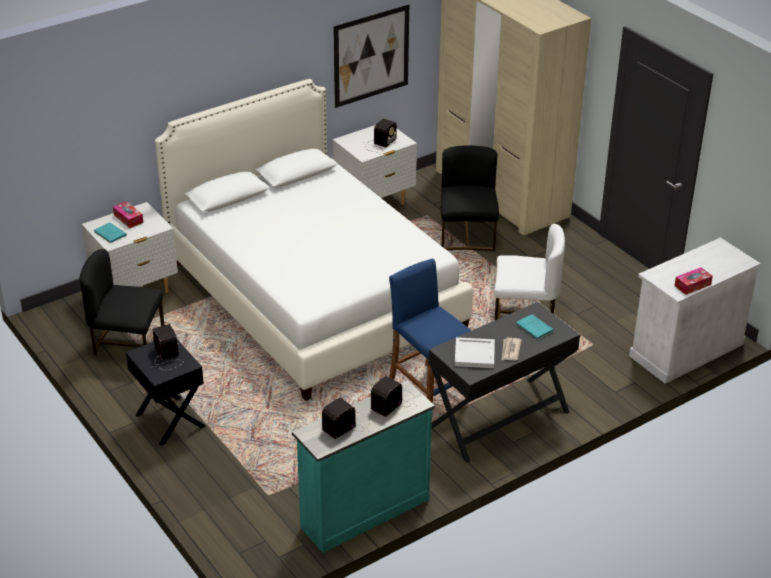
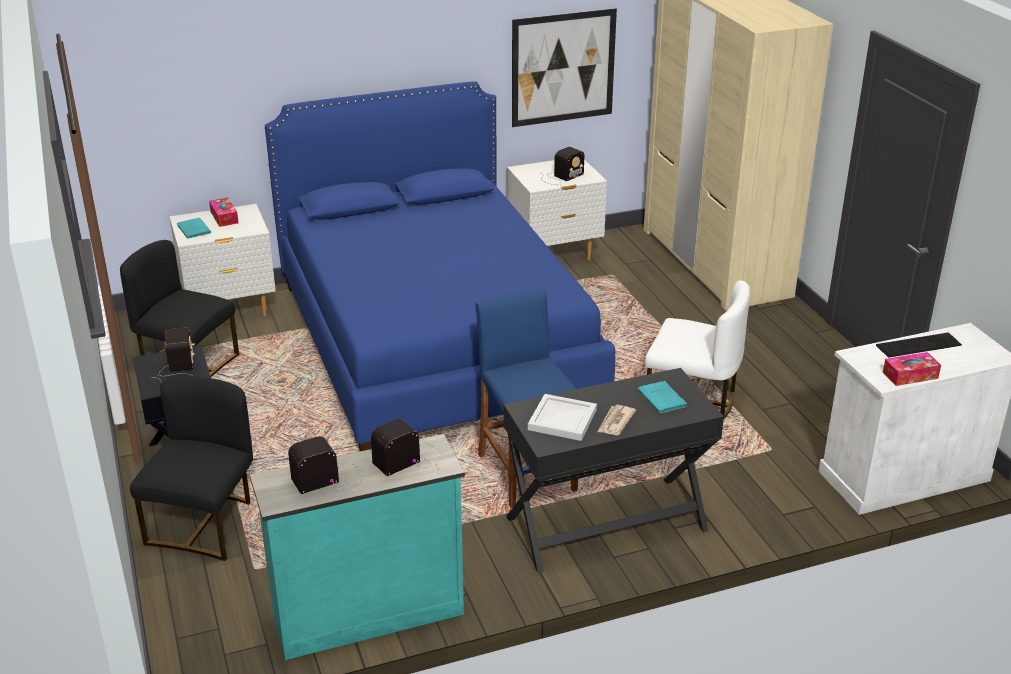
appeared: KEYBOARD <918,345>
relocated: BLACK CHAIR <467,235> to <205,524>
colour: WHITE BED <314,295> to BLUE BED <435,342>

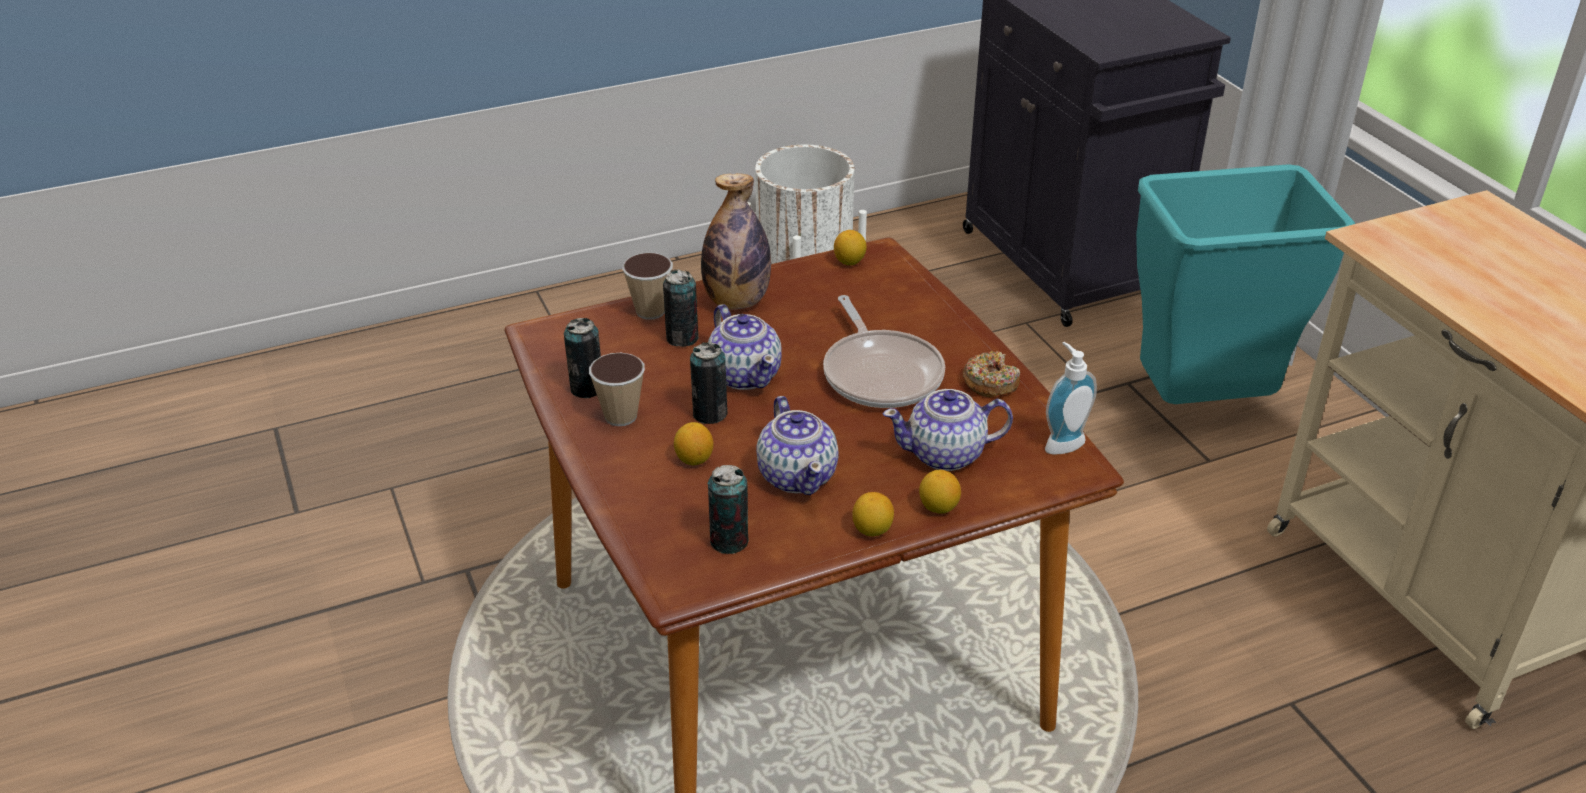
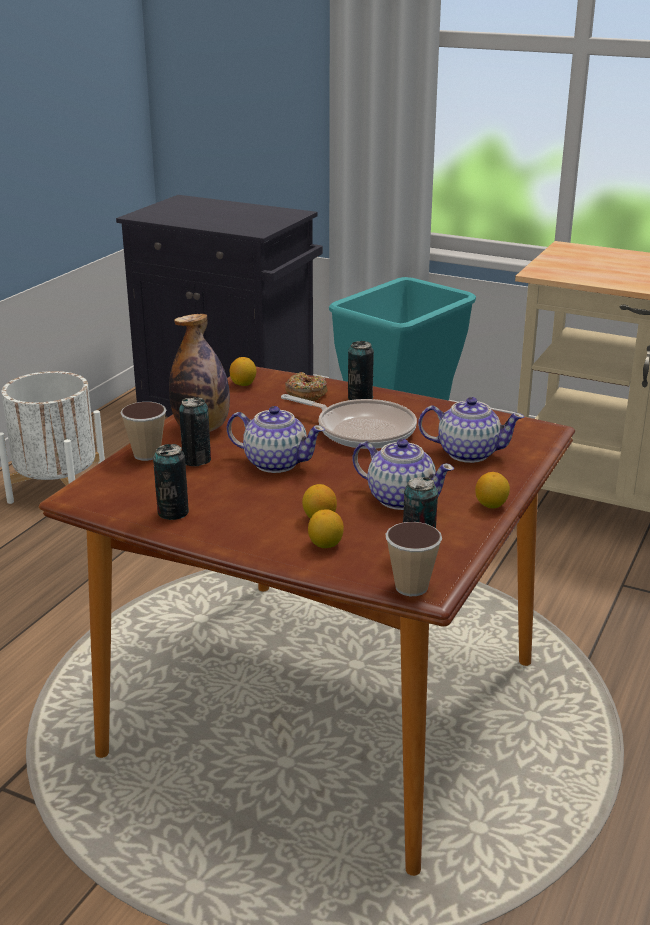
missing: SOAP DISPENSER <1061,442>
relocated: CUP <621,416> to <411,587>; CAN <710,414> to <360,398>; LEMON <938,507> to <325,545>; DONUT <990,382> to <306,394>
spun: TEAPOT <946,454> = <467,453> 120 degrees counterclockwise

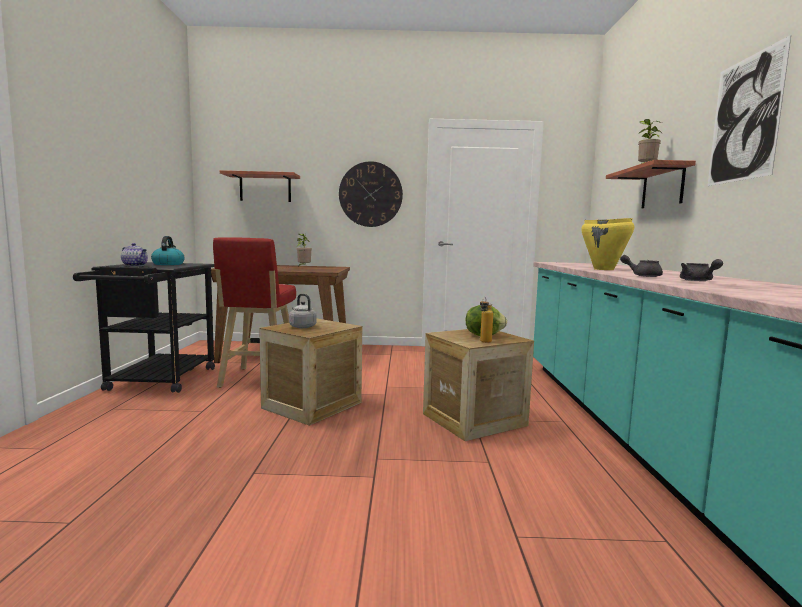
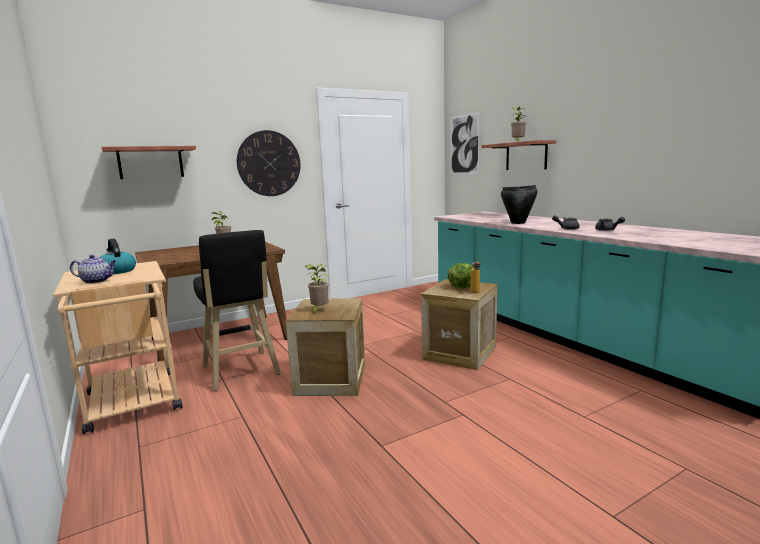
relocated: PICTURE <744,119> to <464,144>
exchanged: GREY KETTLE <301,326> to POTTED PLANT <319,310>
colour: BLACK CART <158,382> to BEIGE CART <134,405>; RED STOOL <258,380> to BLACK STOOL <241,372>; YELLOW COOKING POT <604,269> to BLACK COOKING POT <518,223>

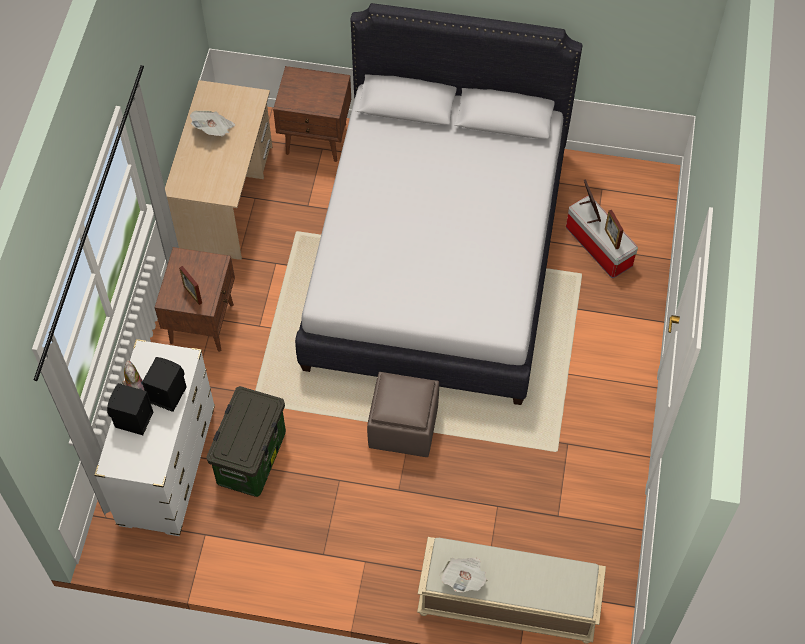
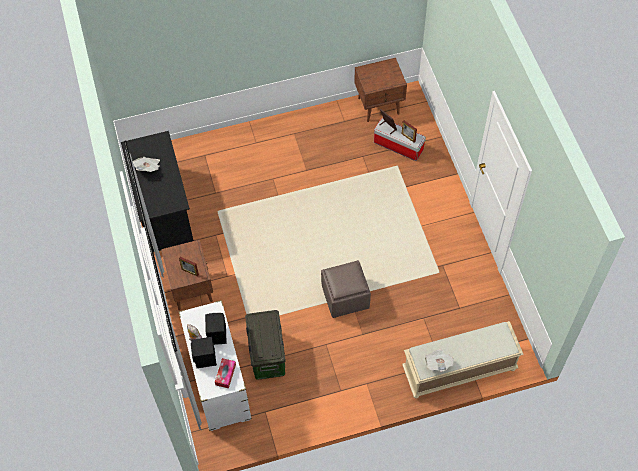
missing: WHITE BED <436,257>
appeared: TISSUE BOX <225,375>
relocated: BROWN NIGHTSTAND <317,139> to <379,106>
colour: BEIGE DESK <226,197> to BLACK DESK <162,208>

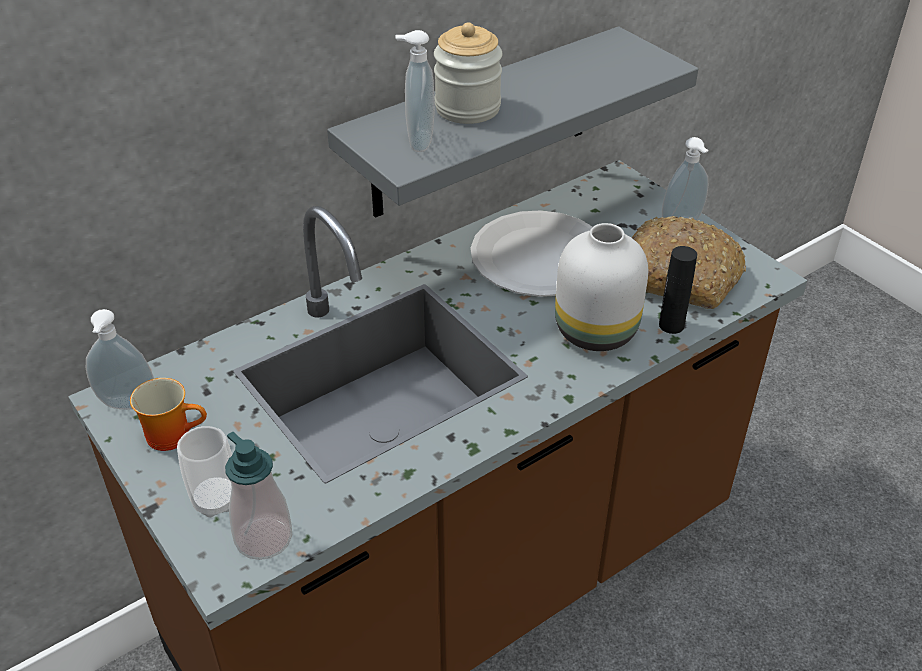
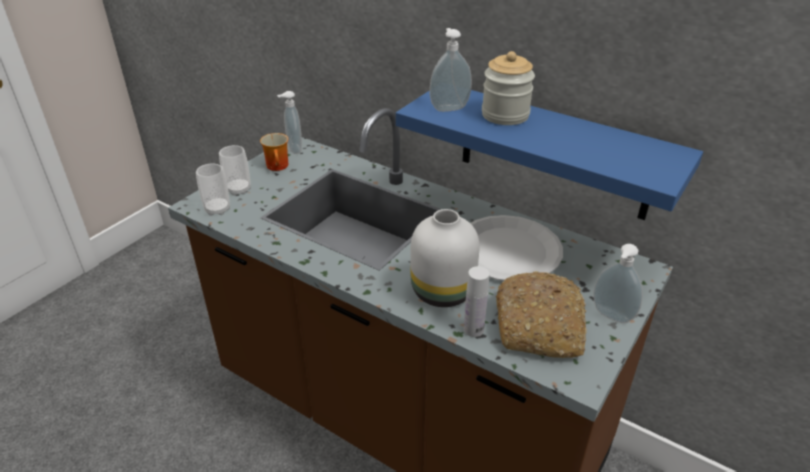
exchanged: SOAP DISPENSER <263,538> to CUP <217,209>
colour: GREY SHELF <483,124> to BLUE SHELF <554,151>; BLACK BOTTLE <671,325> to WHITE BOTTLE <473,329>

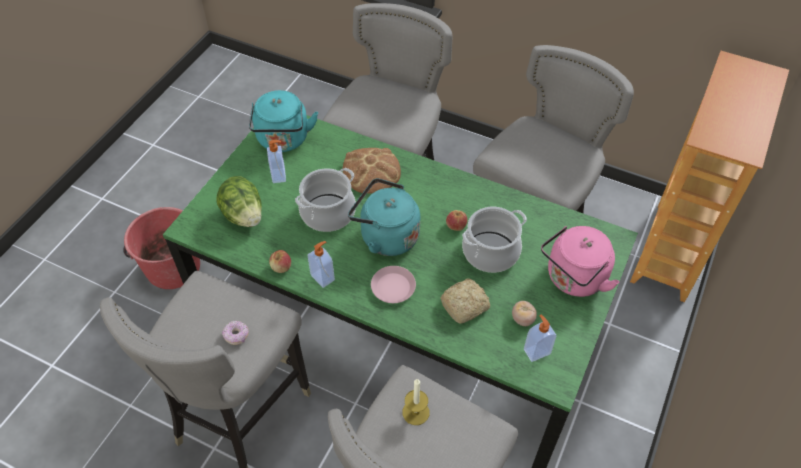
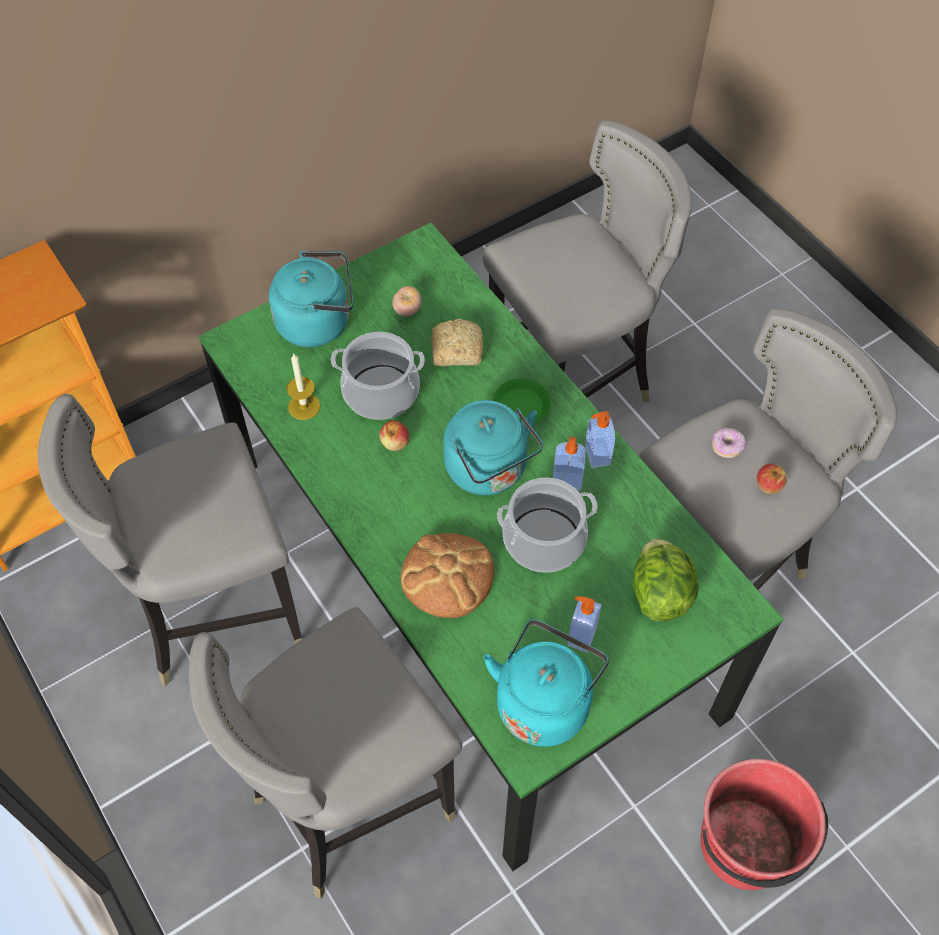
relocated: APPLE <281,267> to <768,485>; CANDLE <415,412> to <304,406>; SOAP DISPENSER <536,351> to <567,482>
colour: PINK PLATE <393,287> to GREEN PLATE <521,406>; PINK KETTLE <573,279> to TURQUOISE KETTLE <318,322>

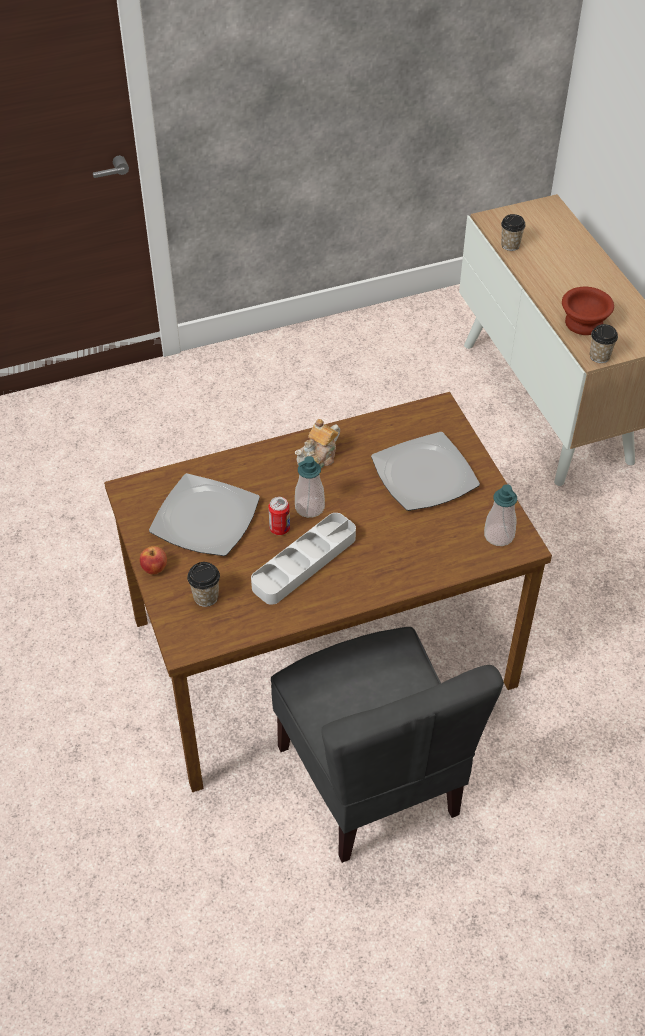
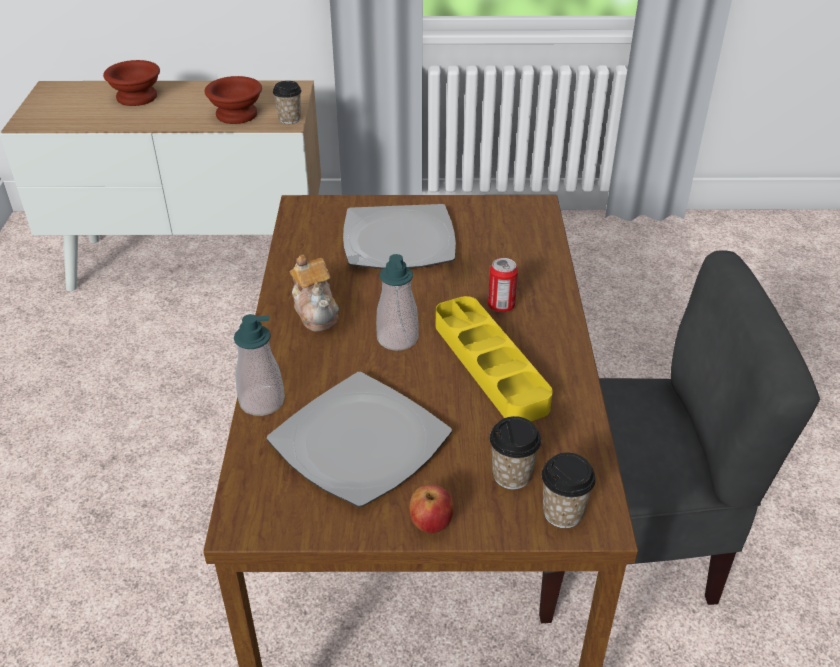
appeared: BROWN BOWL <137,98>
relocated: CAN <279,528> to <501,306>; SOAP DISPENSER <498,535> to <262,402>; CUP <510,245> to <562,513>
colour: GREY TRAY <304,562> to YELLOW TRAY <489,365>

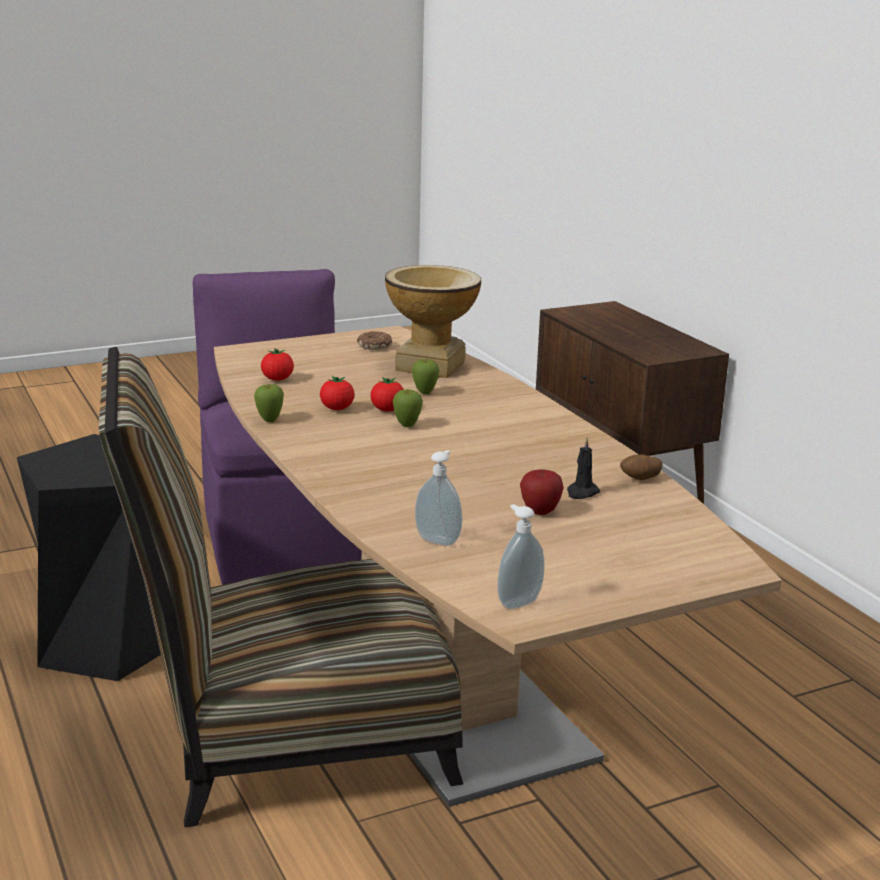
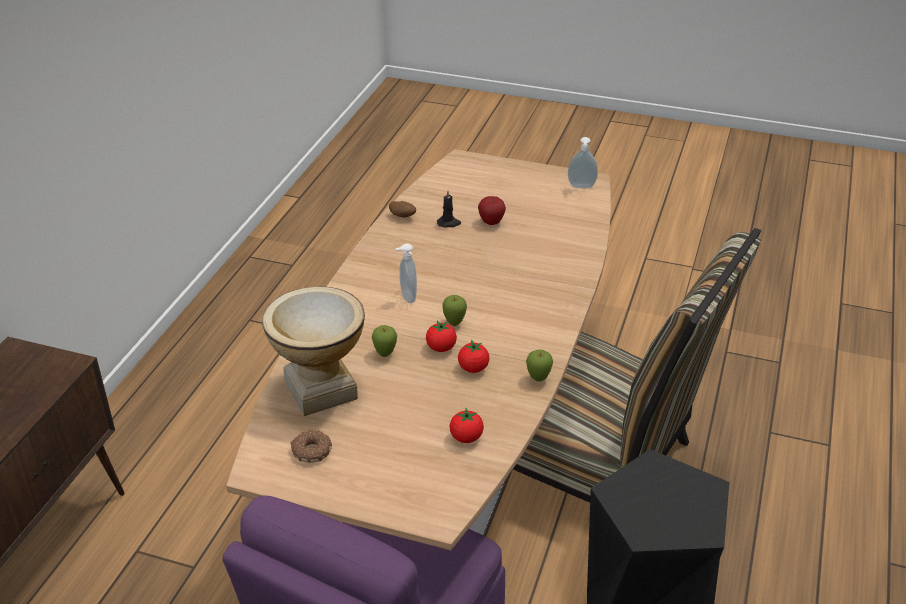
relocated: SOAP DISPENSER <439,540> to <407,297>

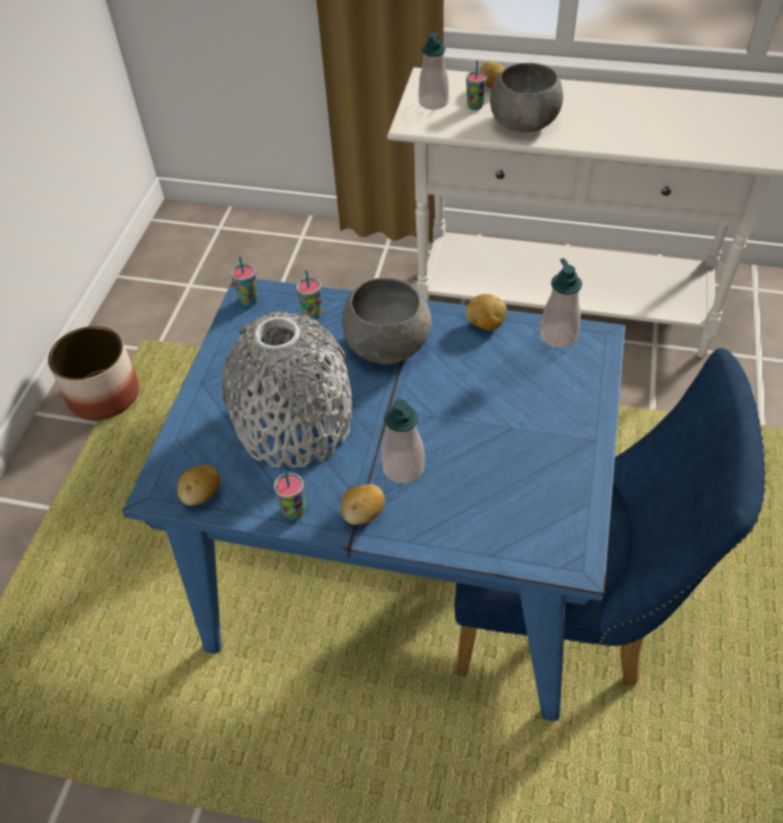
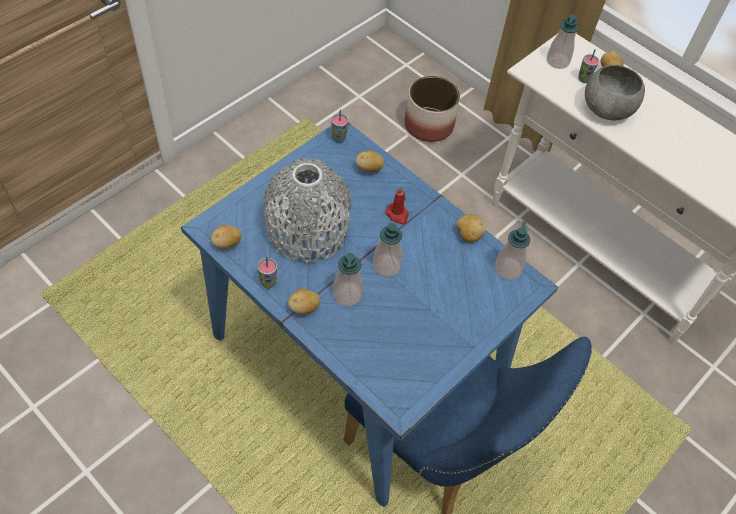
appeared: SOAP DISPENSER <386,266>
relocated: PLANTER <105,394> to <429,125>
exchanged: CUP <312,314> to POTATO <369,169>; GREY BOWL <387,346> to RED CANDLE <397,214>

